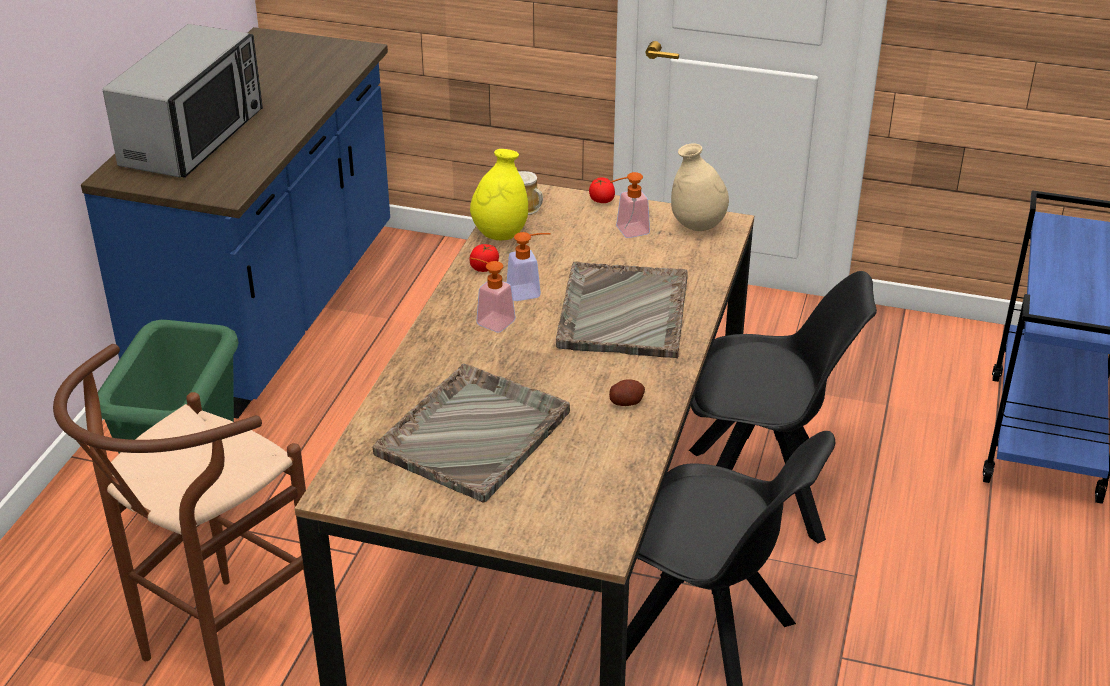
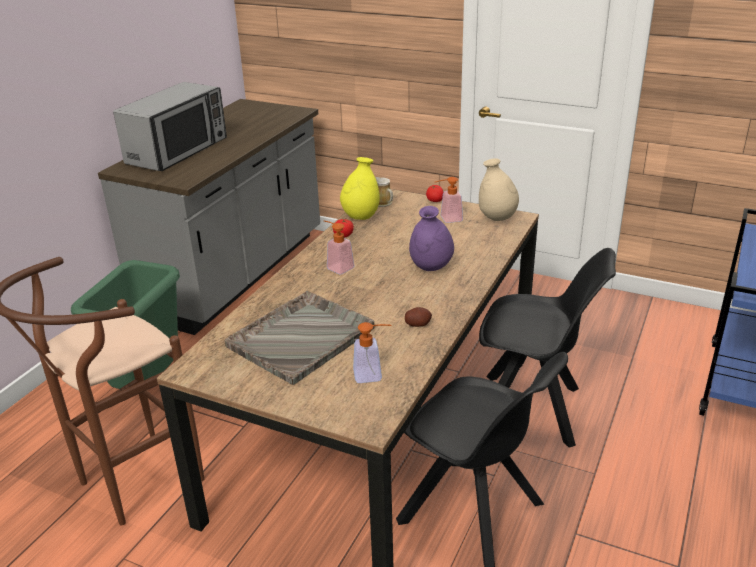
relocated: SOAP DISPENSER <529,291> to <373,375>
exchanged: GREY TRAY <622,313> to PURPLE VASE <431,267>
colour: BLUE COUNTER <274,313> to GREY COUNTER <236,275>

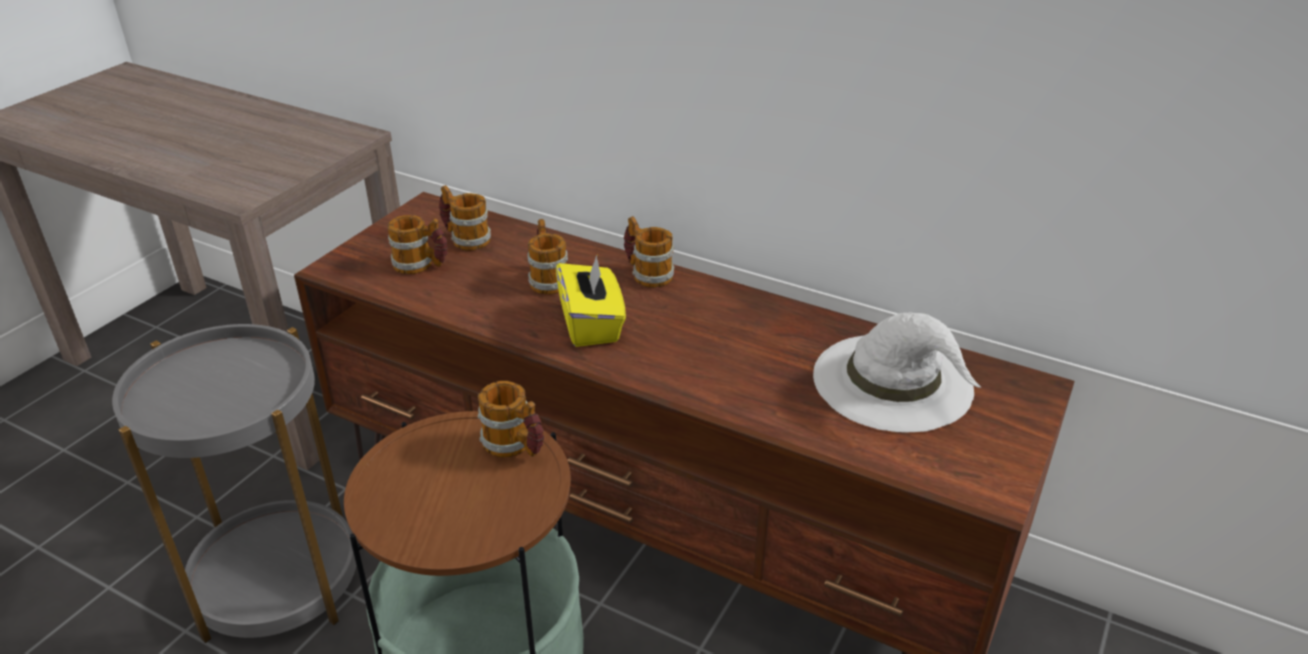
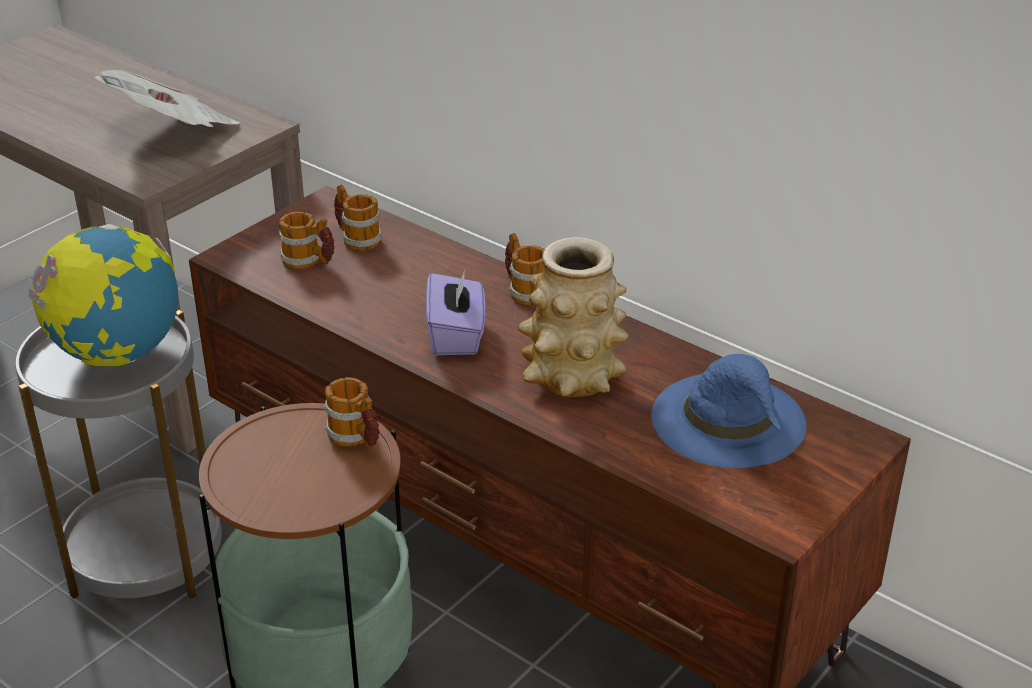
missing: MUG <548,279>
appeared: GLOBE <118,354>; NEWSPAPER <173,131>; VASE <572,377>
colour: YELLOW TISSUE BOX <591,324> to PURPLE TISSUE BOX <456,335>; WHITE HAT <894,383> to BLUE HAT <730,421>

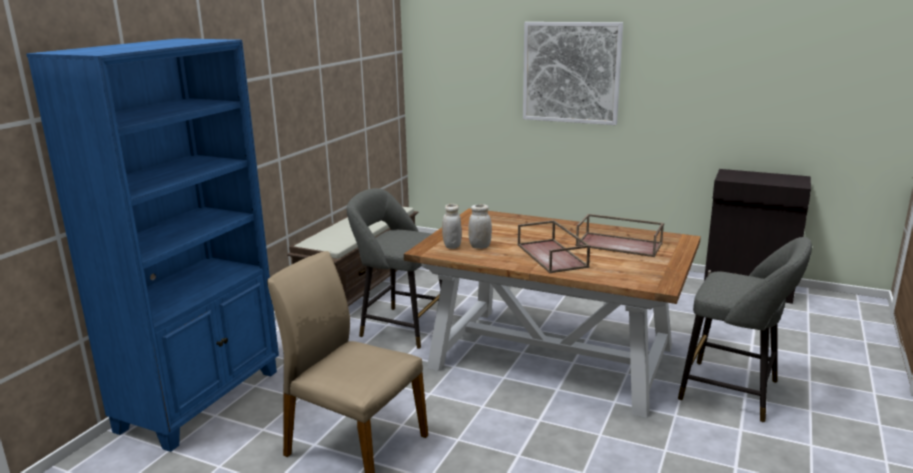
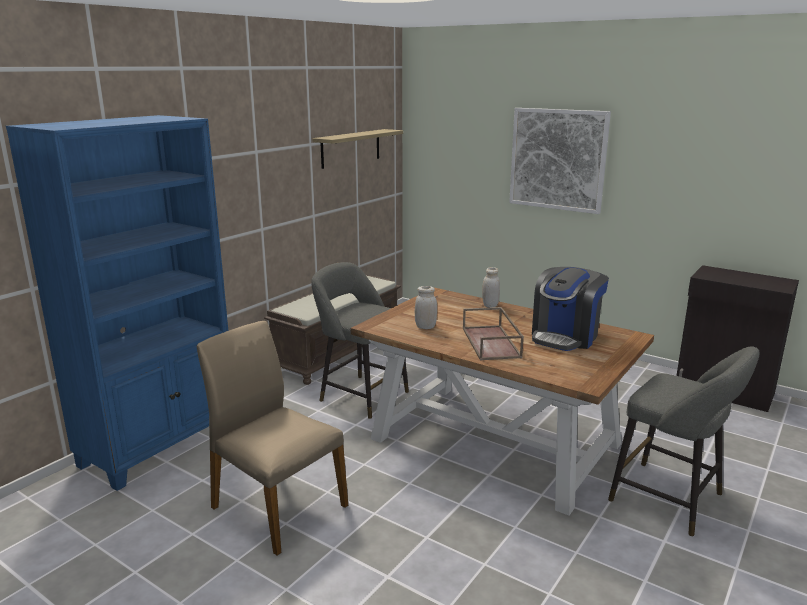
appeared: SHELF <351,148>
relocated: WHITE JAR <452,246> to <490,305>
exchanged: BROWN TRAY <620,244> to COFFEE MACHINE <565,336>

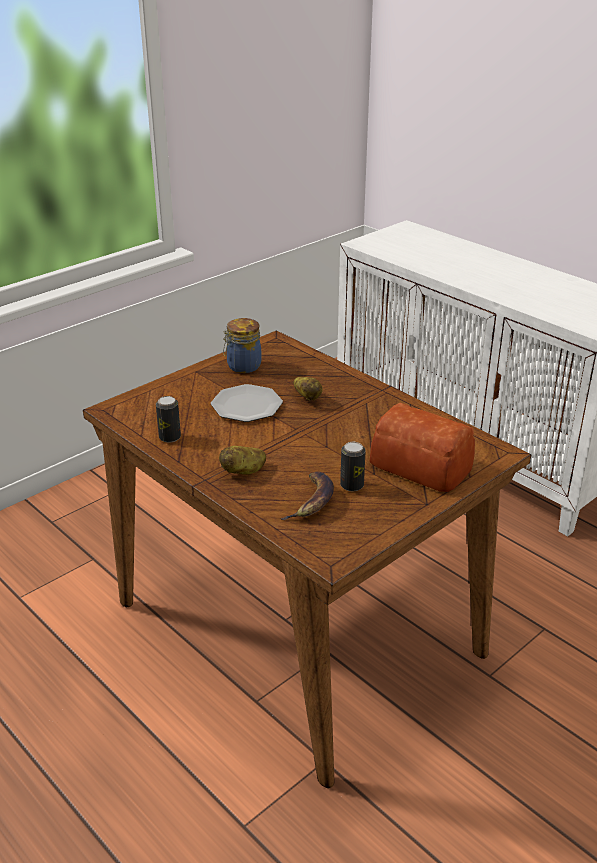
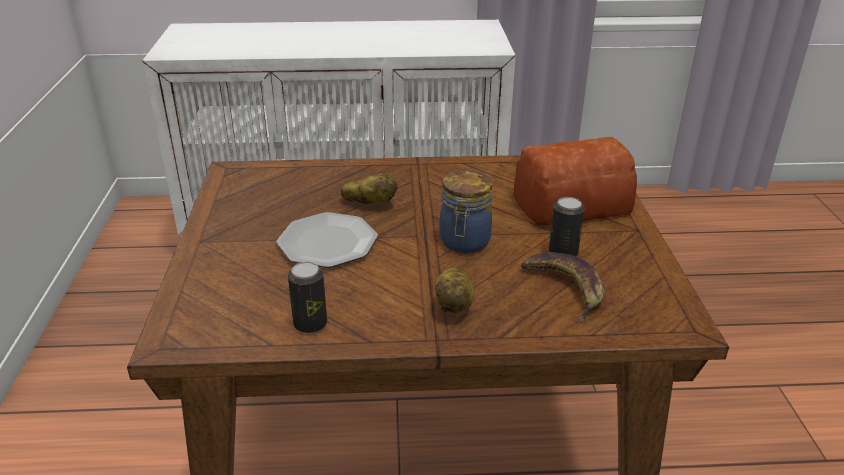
relocated: JAR <242,366> to <464,243>

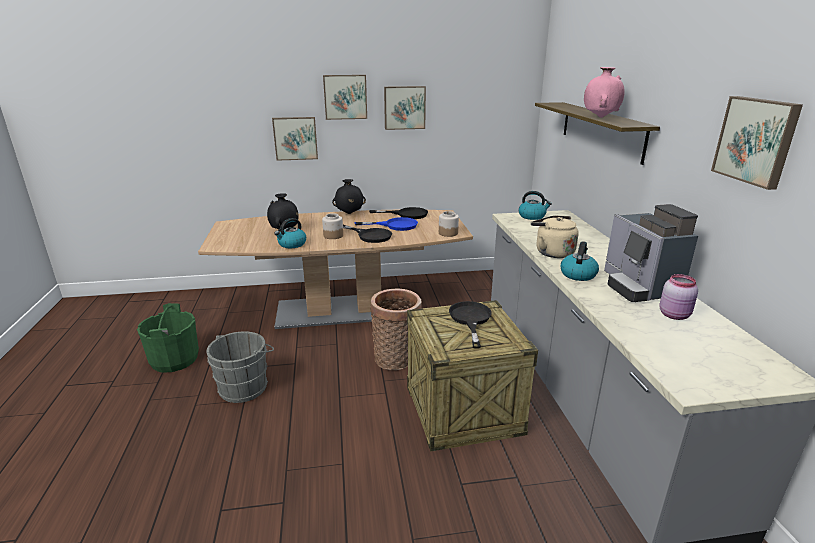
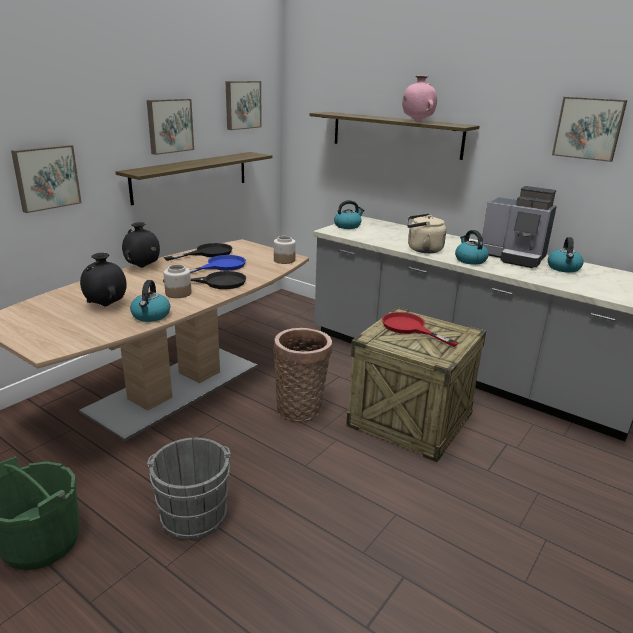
appeared: SHELF <191,176>
relocated: PICTURE <345,97> to <242,105>
exchanged: PINK JAR <675,315> to KETTLE <563,268>
colour: BLACK FRYING PAN <470,319> to RED FRYING PAN <409,328>

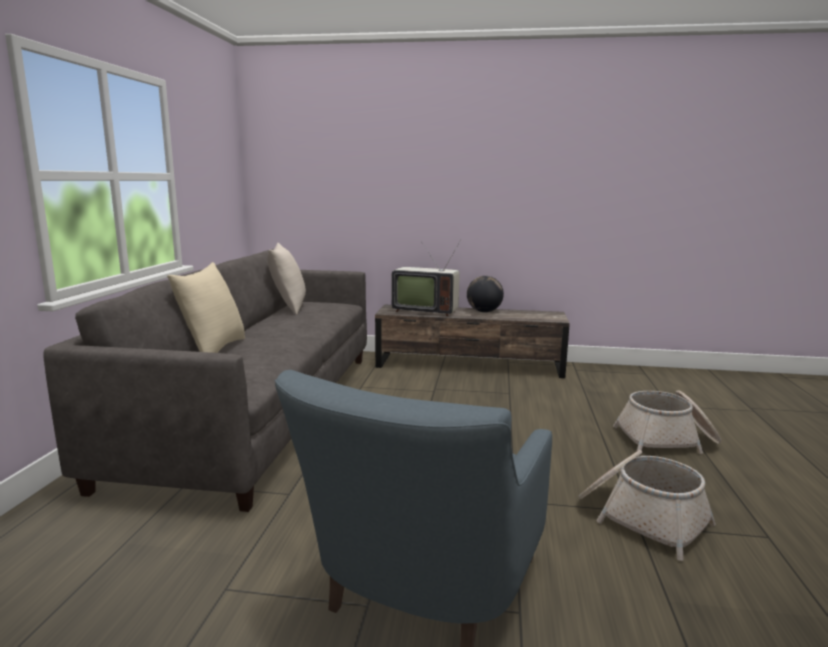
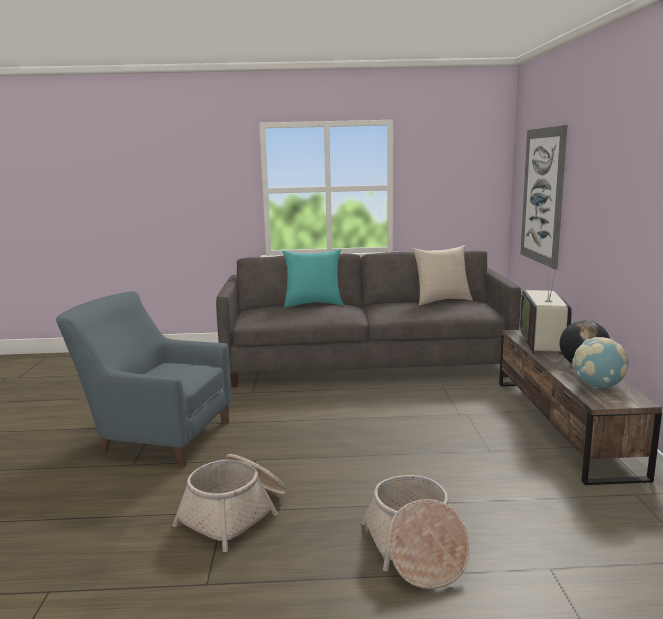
appeared: PICTURE <542,196>; GLOBE <598,386>
colour: BEIGE PILLOW <213,350> to TURQUOISE PILLOW <313,304>

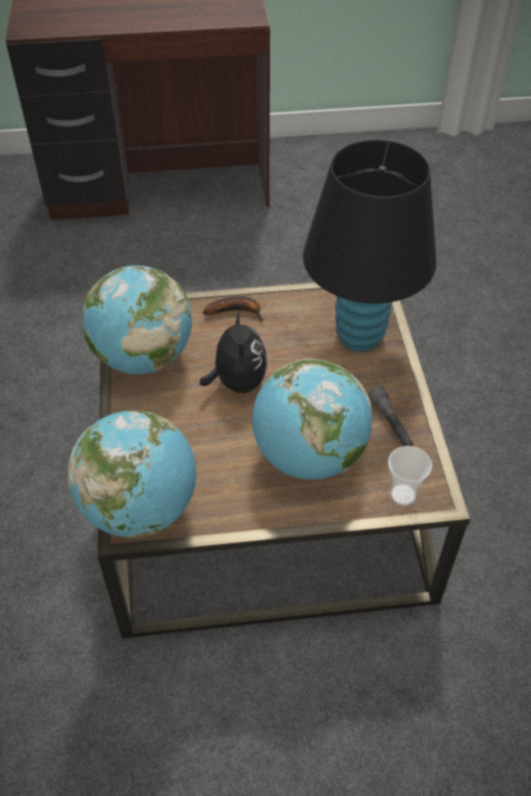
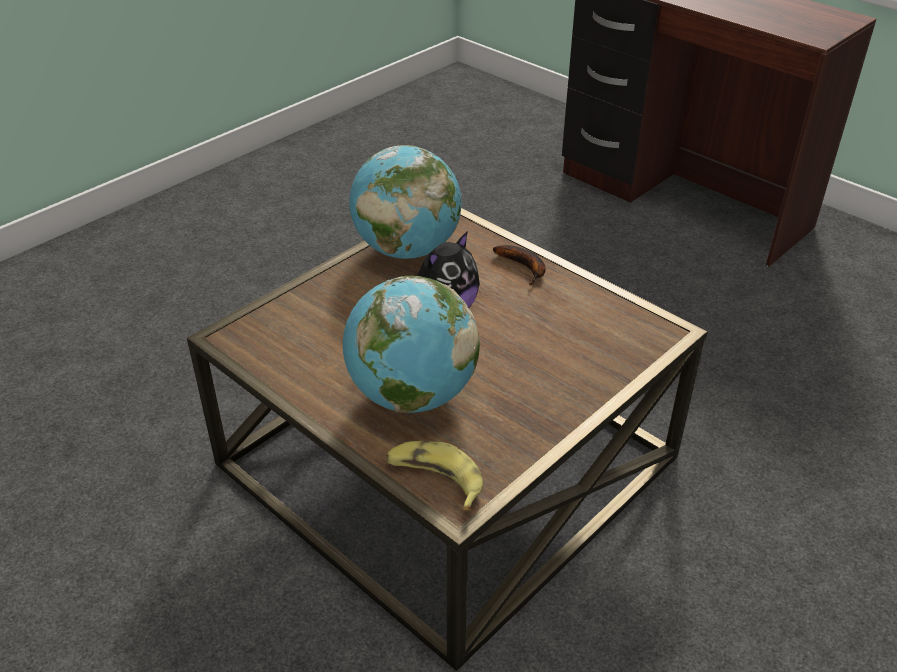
missing: GLOBE <141,508>; BLACK TABLE LAMP <360,336>; GREY FLASHLIGHT <391,424>
exchanged: CUP <403,494> to BANANA <434,479>

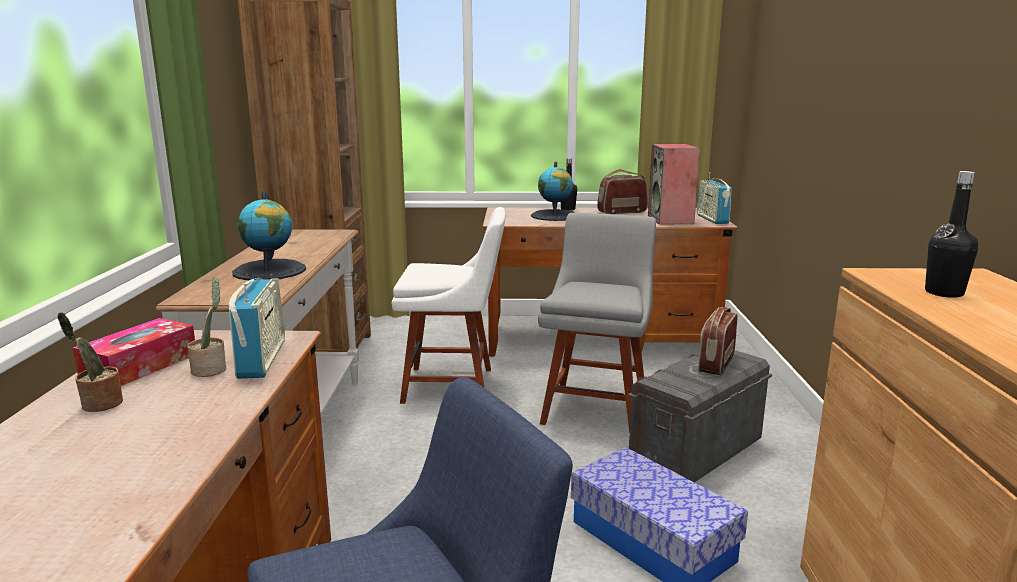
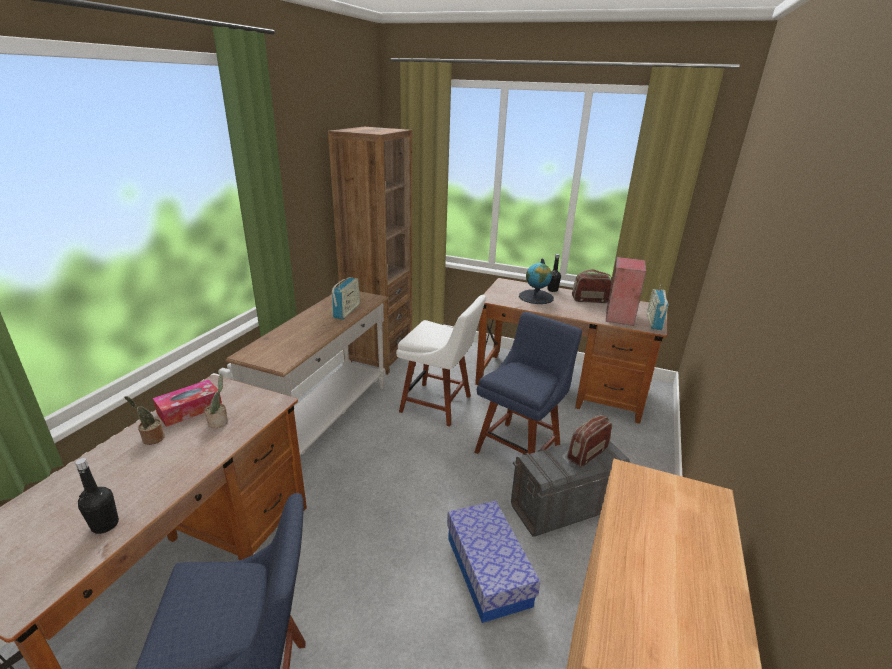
missing: GLOBE <270,271>
relocated: RADIO <262,359> to <347,311>; BLACK BOTTLE <944,293> to <105,525>
colour: GREY CHAIR <596,407> to BLUE CHAIR <520,447>

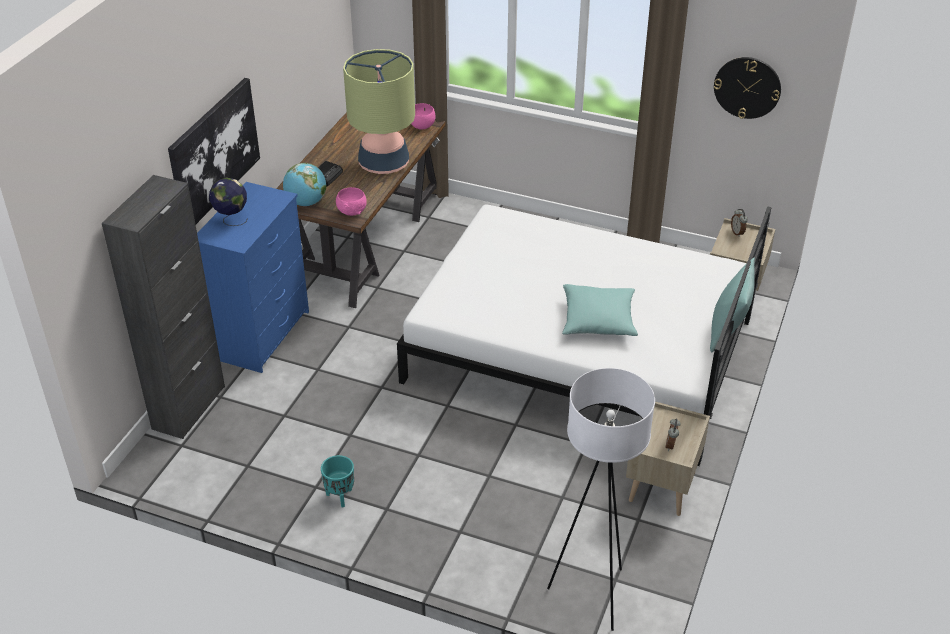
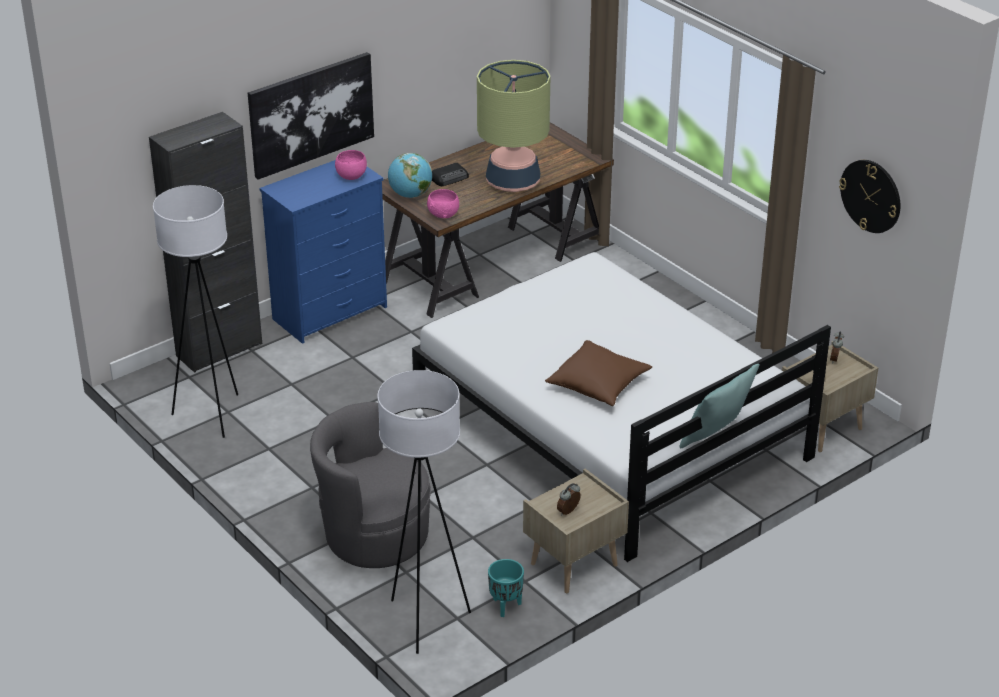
missing: GLOBE <231,219>
appeared: WHITE FLOOR LAMP <212,415>; GREY ARMCHAIR <374,536>
relocated: TURQUOISE PLANTER <340,496> to <506,606>; PINK BOWL <422,126> to <351,176>
colour: TURQUOISE PILLOW <598,320> to BROWN PILLOW <598,384>

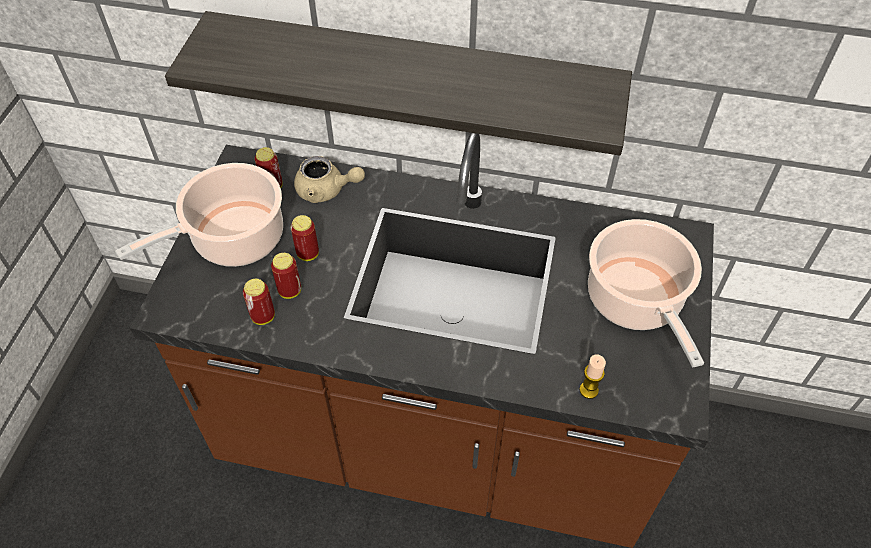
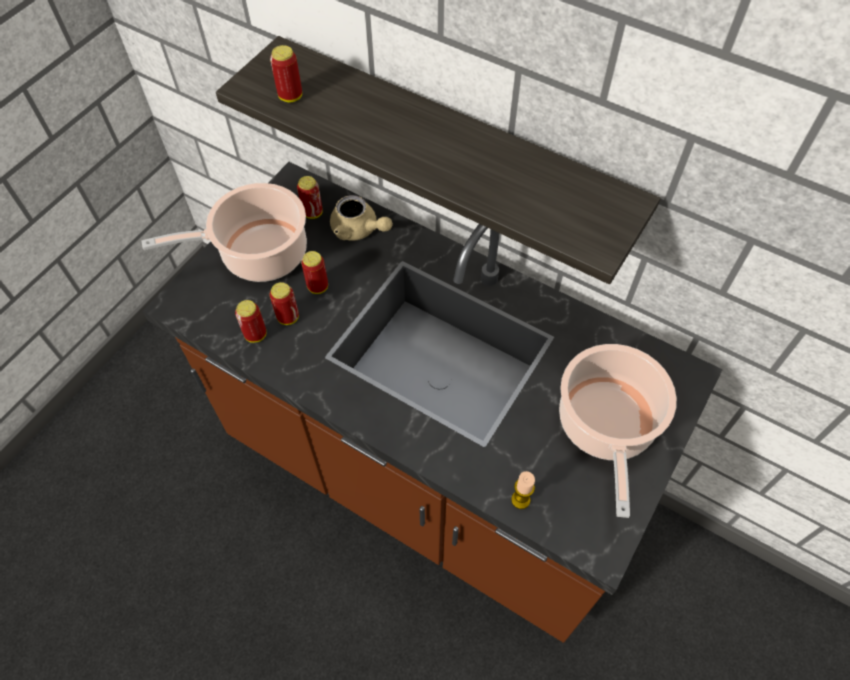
appeared: CAN <290,96>

